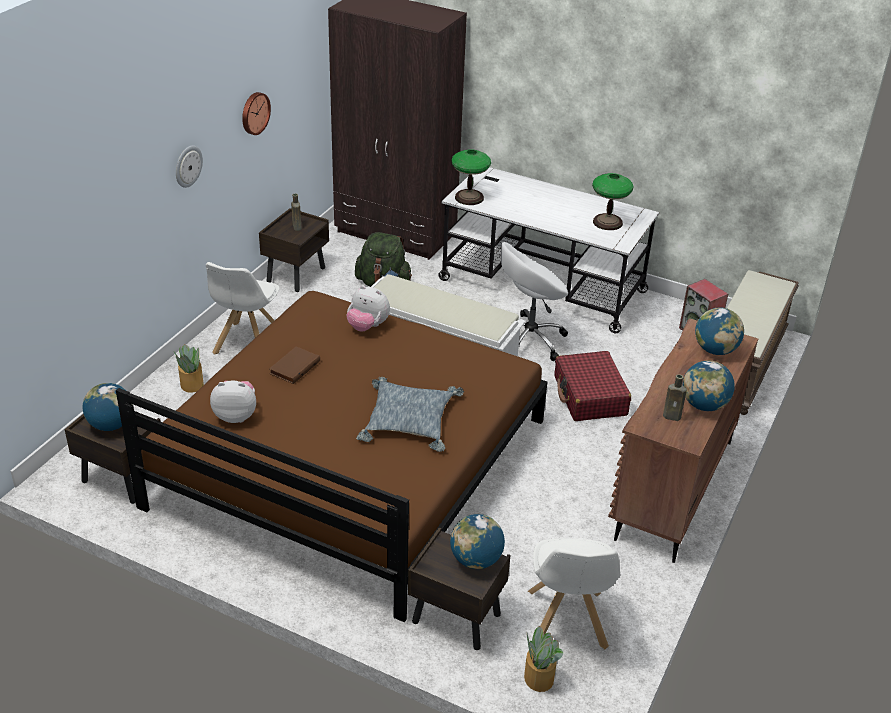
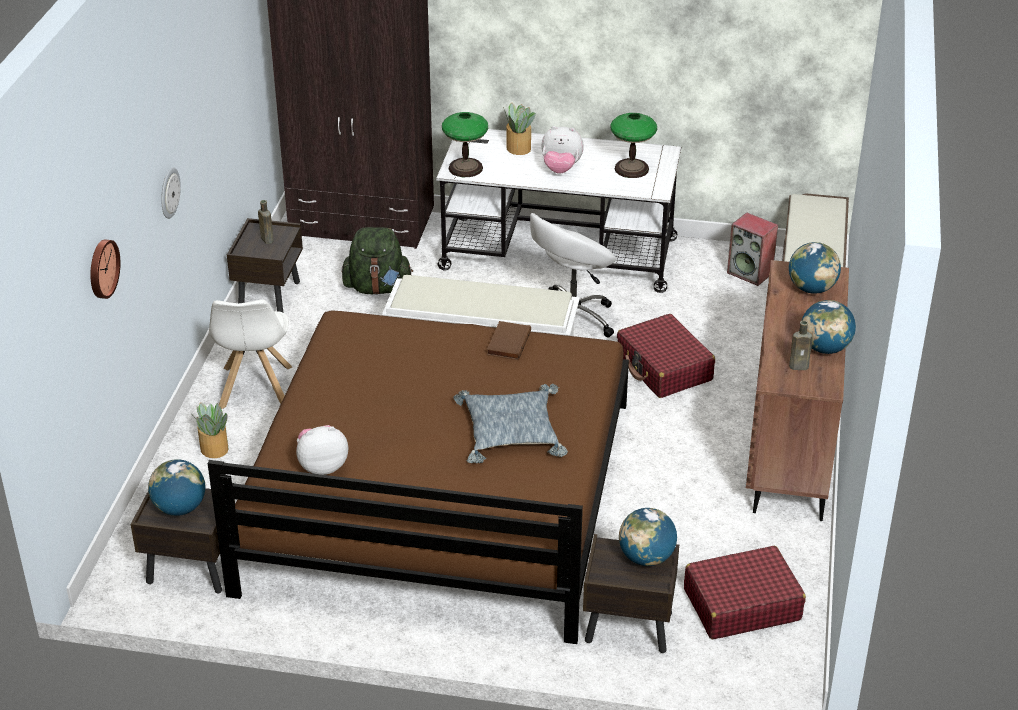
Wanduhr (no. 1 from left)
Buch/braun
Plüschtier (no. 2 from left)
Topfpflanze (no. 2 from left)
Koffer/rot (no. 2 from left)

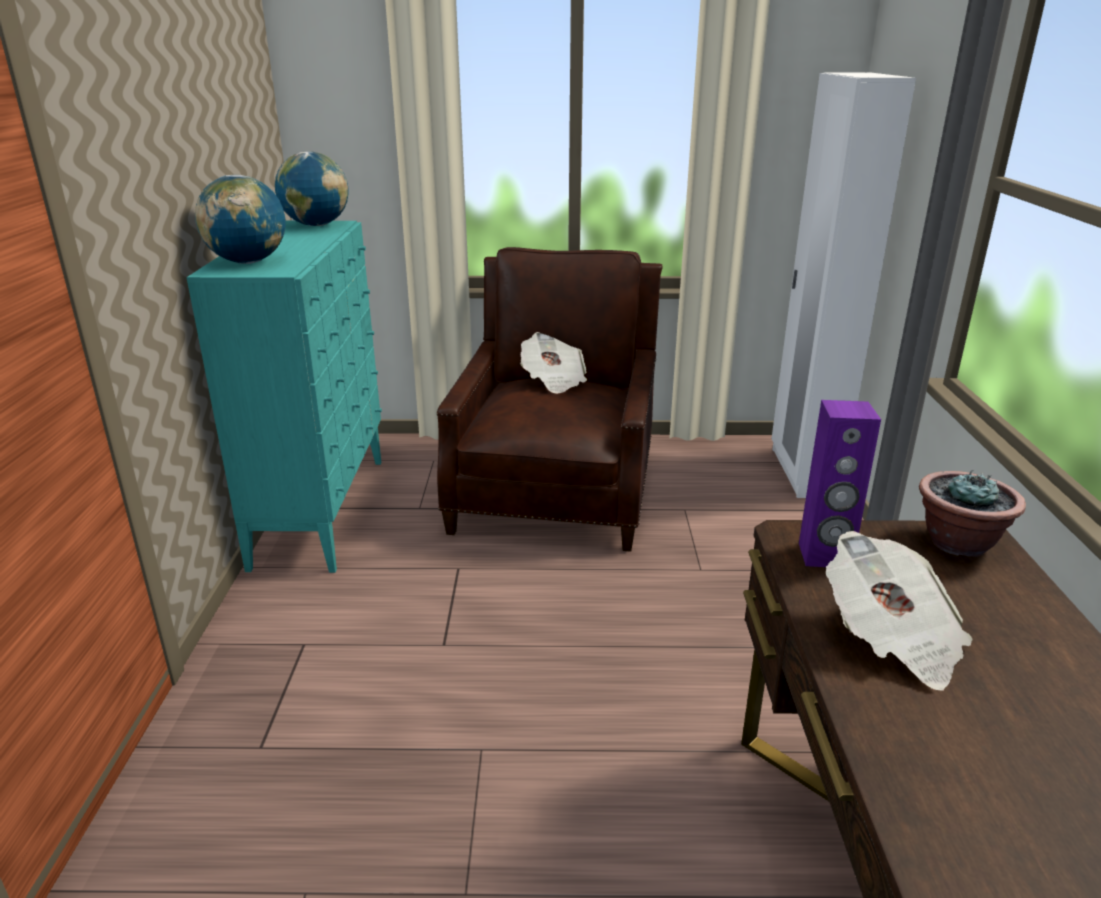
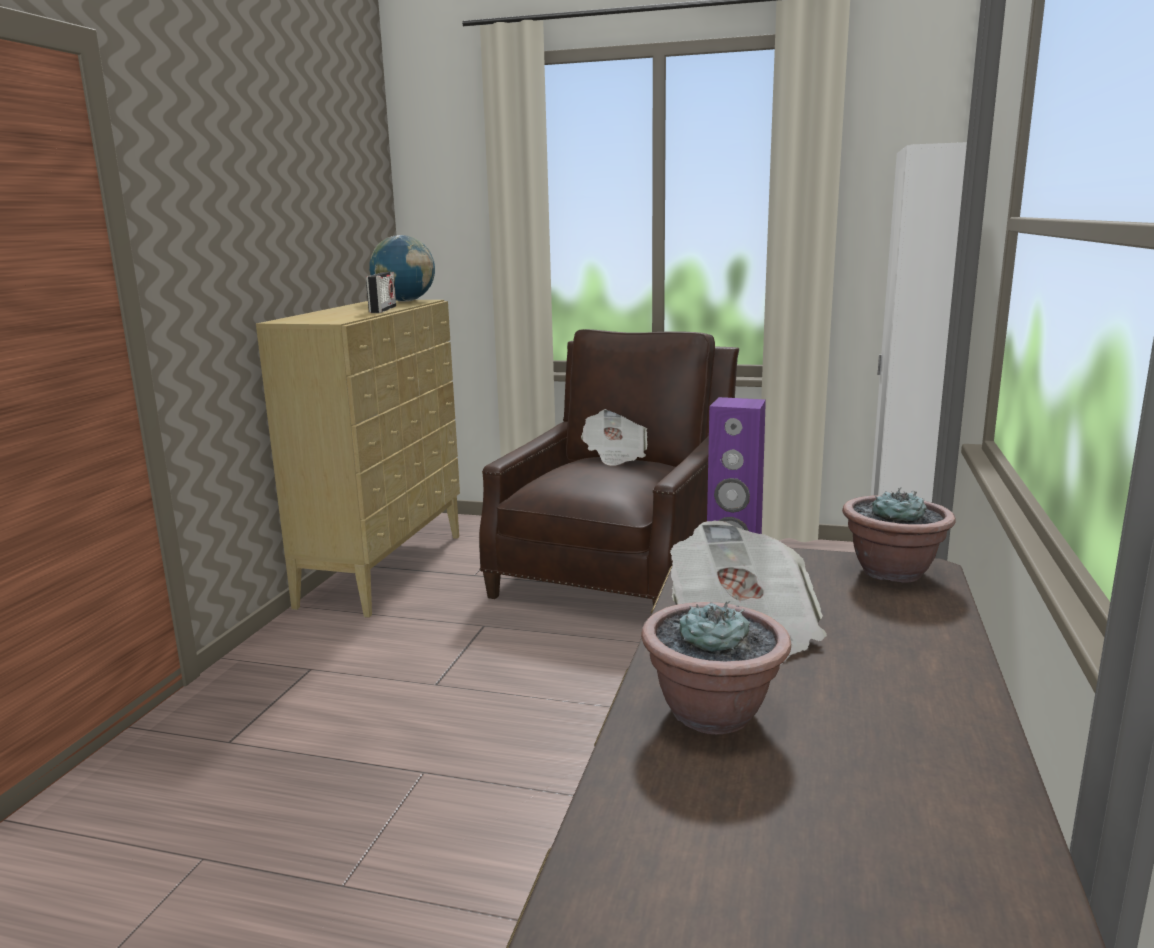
Globus (no. 1 from left in the first image)
Radio
Topfpflanze (no. 1 from left)
Kommode/beige

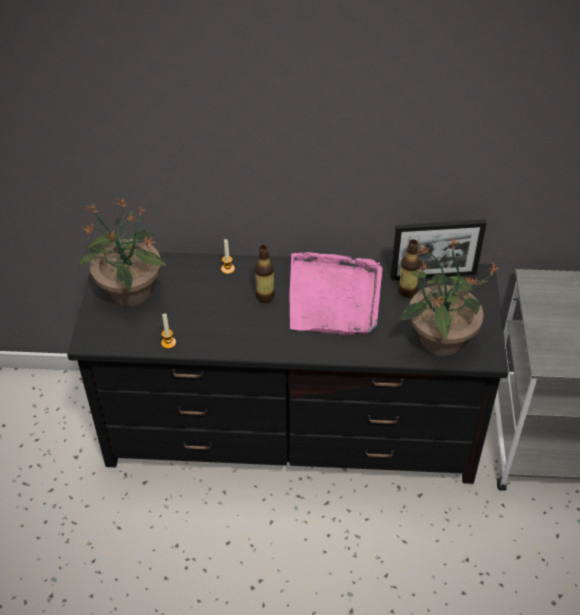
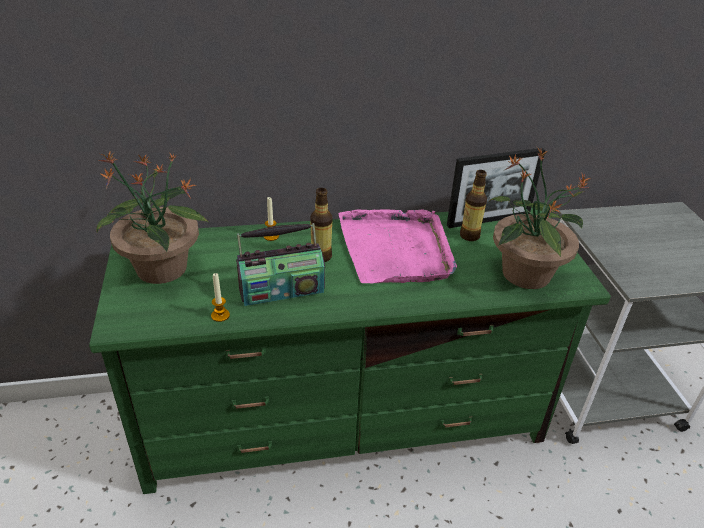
Radio
Kommode/grün

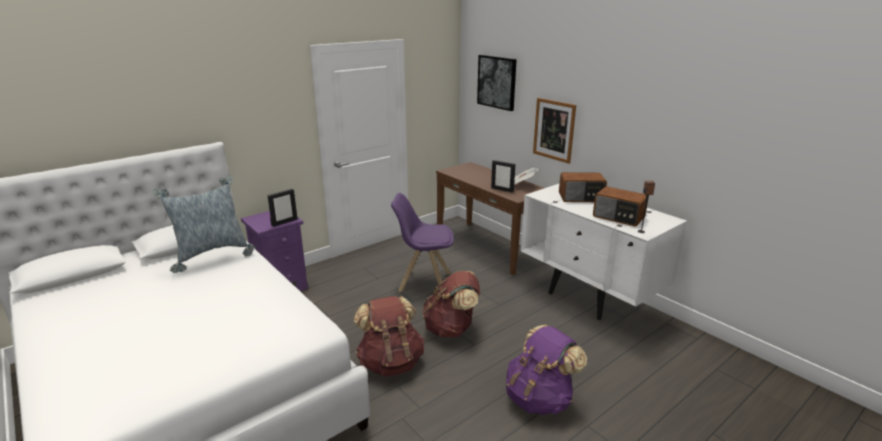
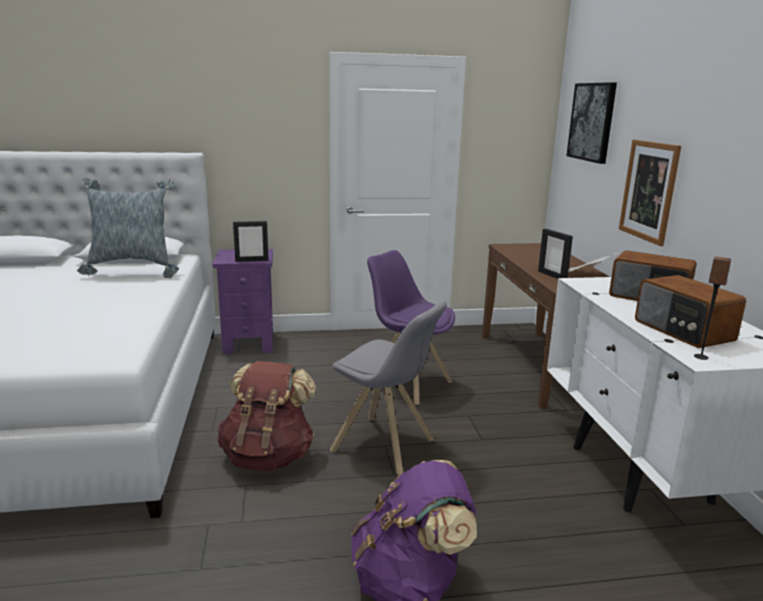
Stuhl/grau

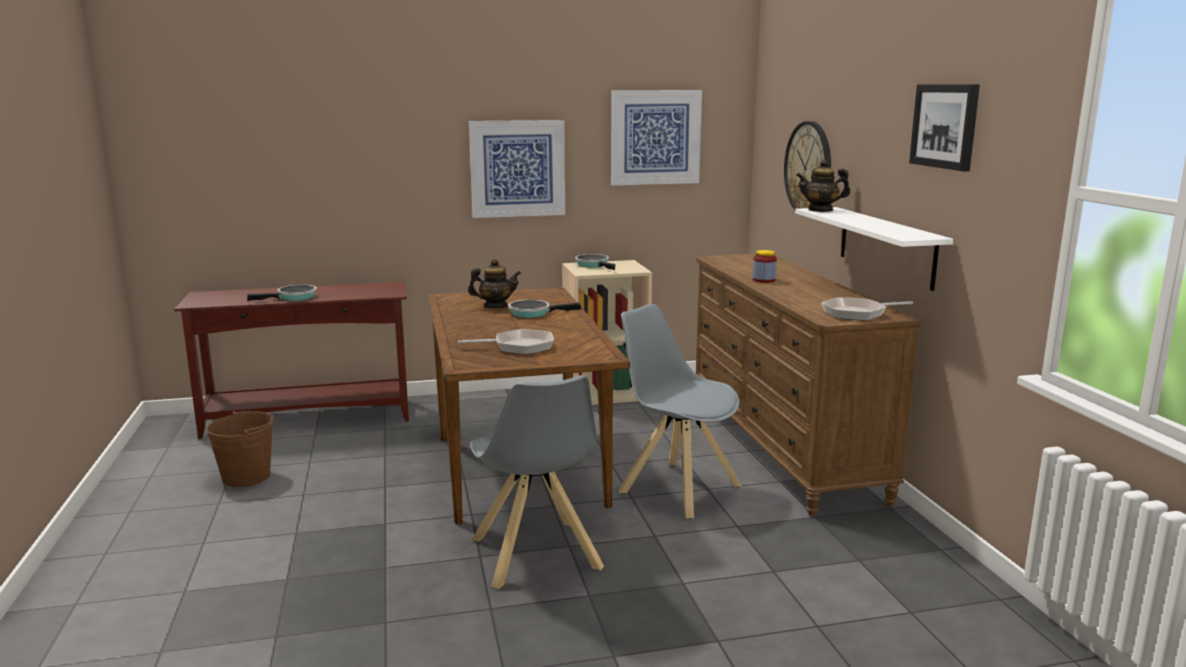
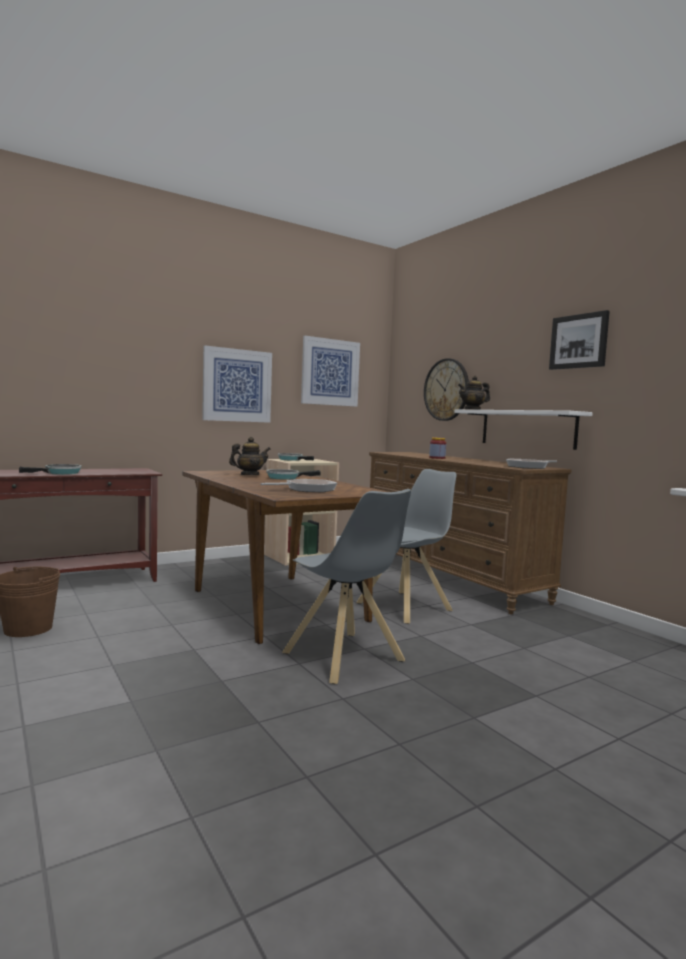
Stuhl/grau (no. 2 from left)

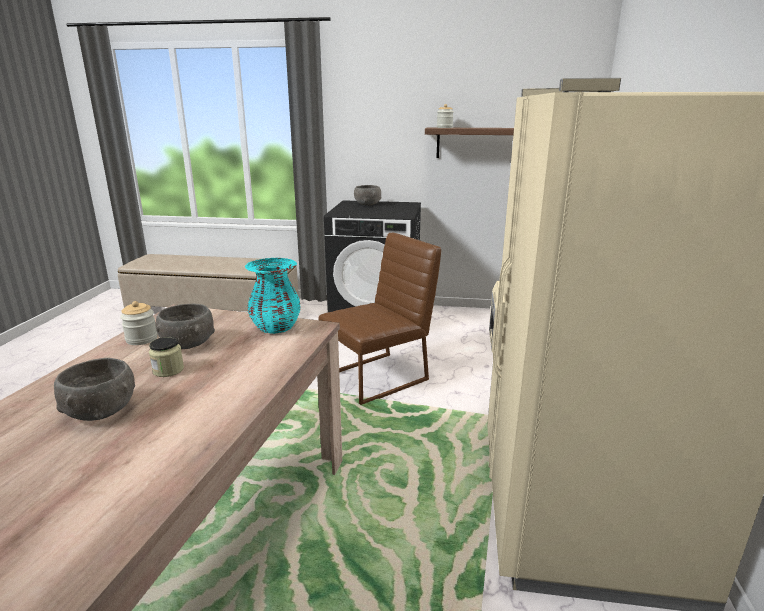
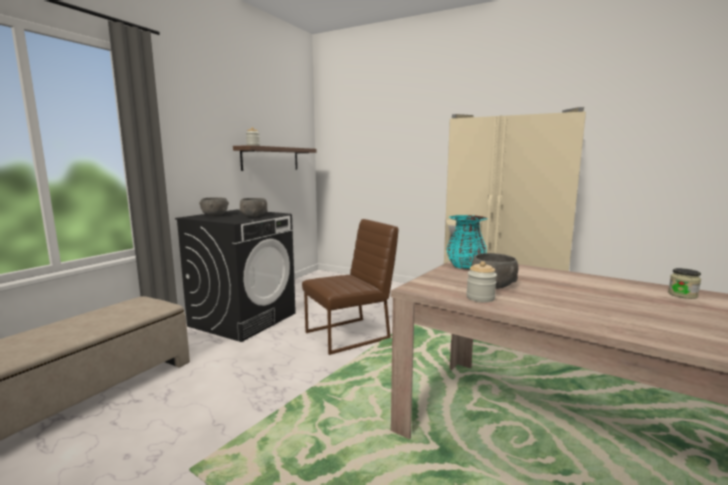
Schüssel/grau (no. 2 from left)
Vorratsglas (no. 3 from left)
Stuhl/braun

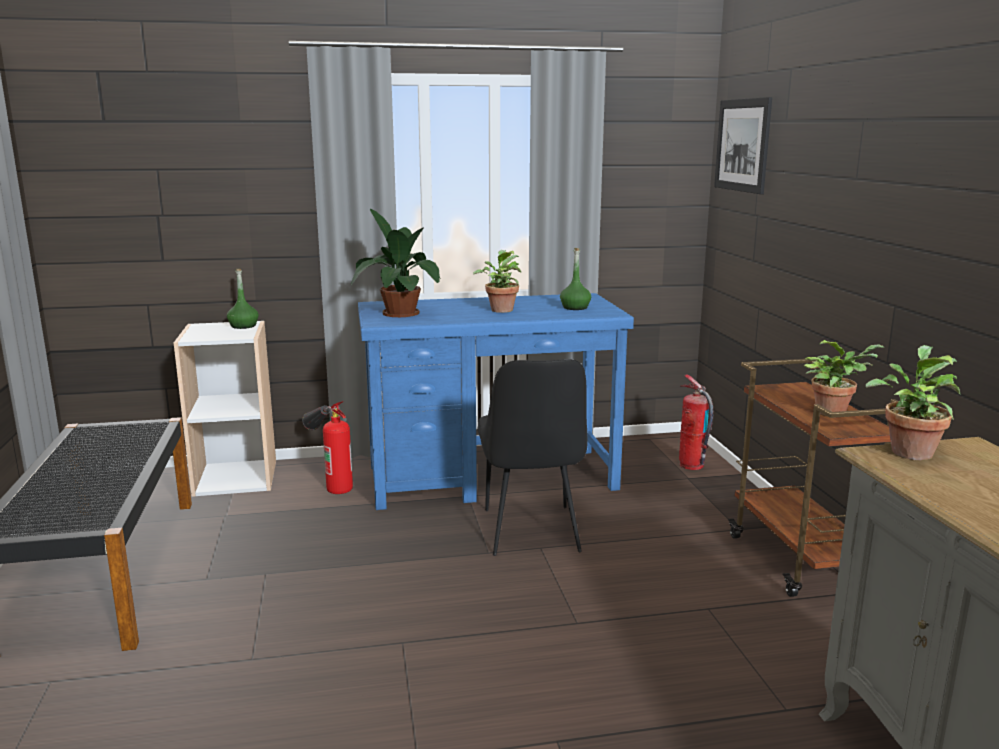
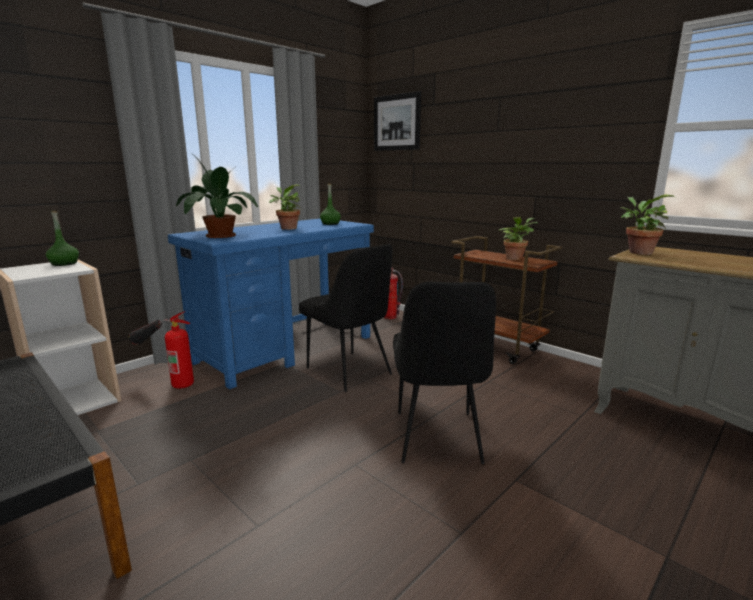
Stuhl/schwarz (no. 2 from left)

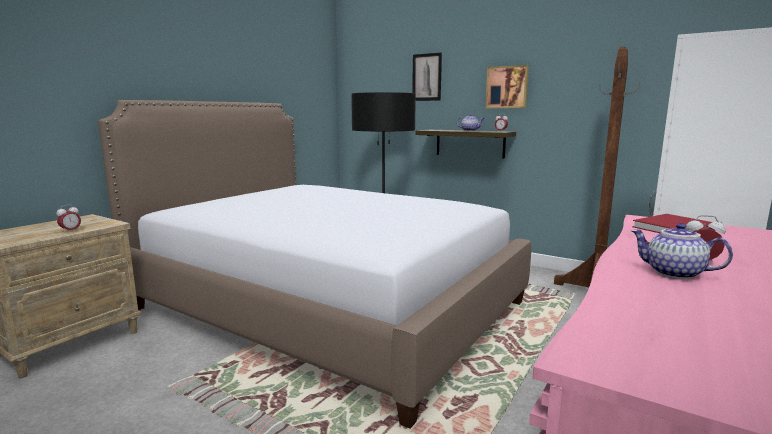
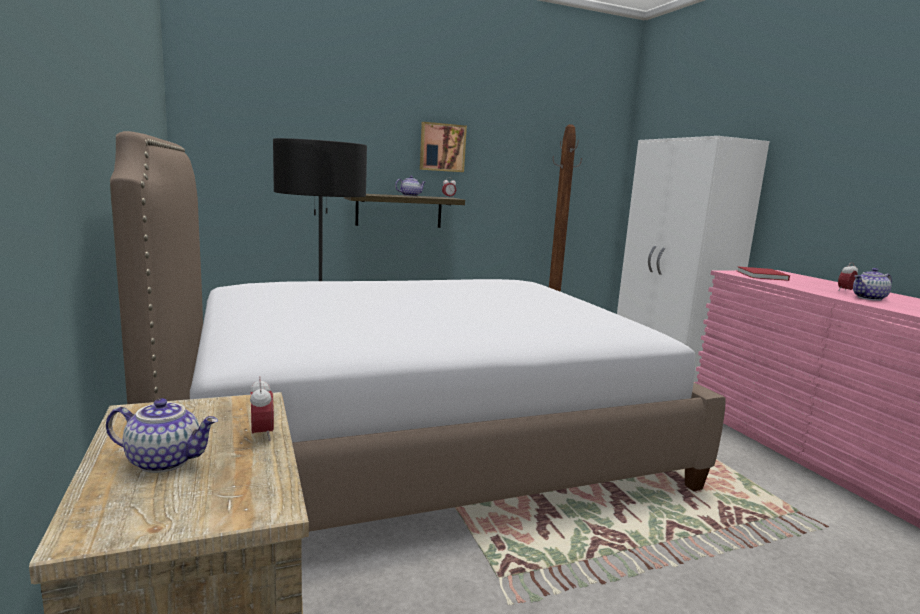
Bild (no. 1 from left in the first image)
Teekanne (no. 1 from left)

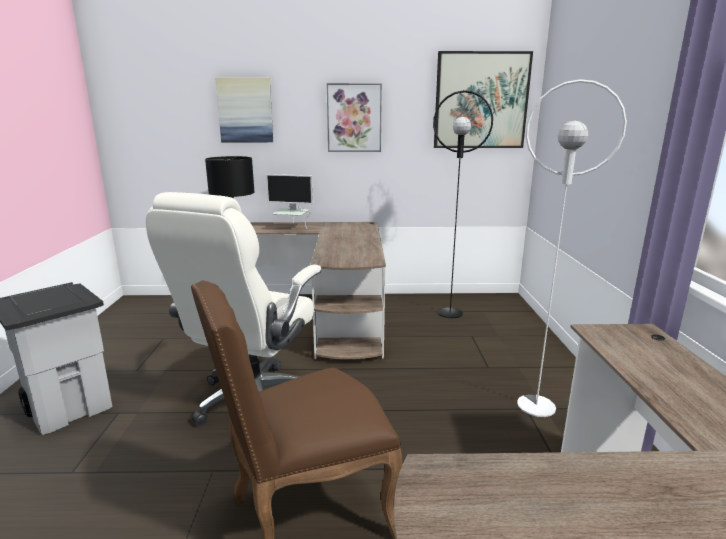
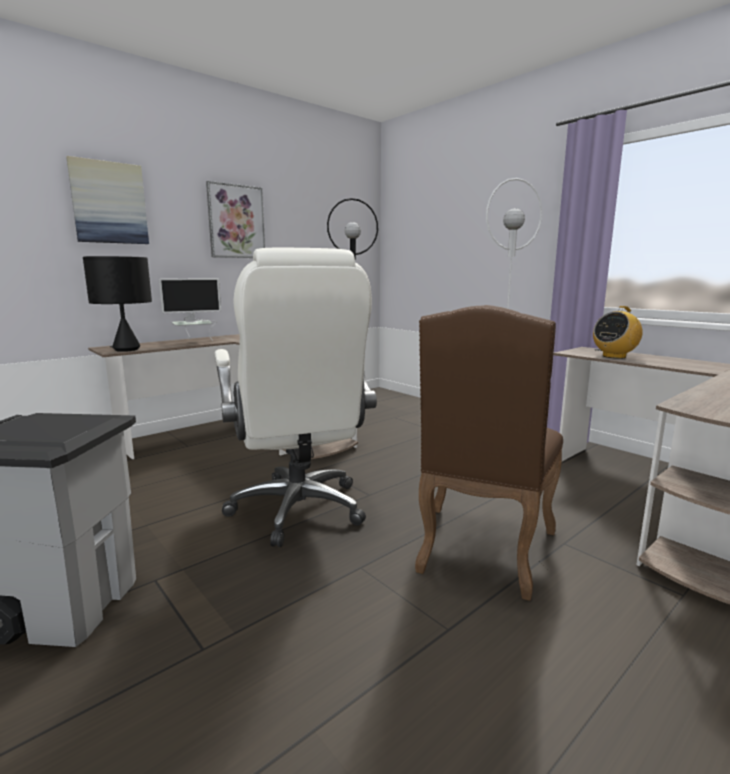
Bild (no. 3 from left in the first image)
Radio

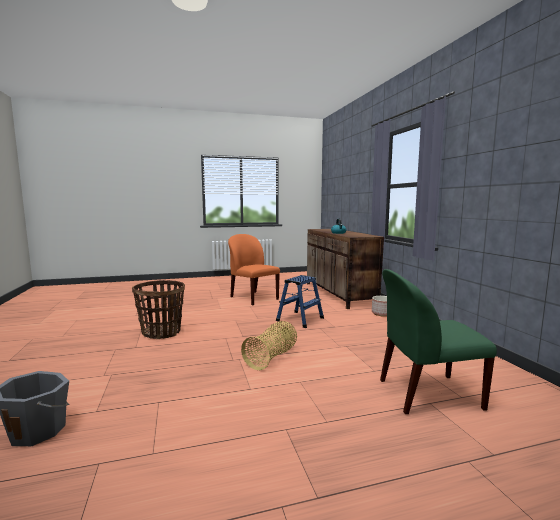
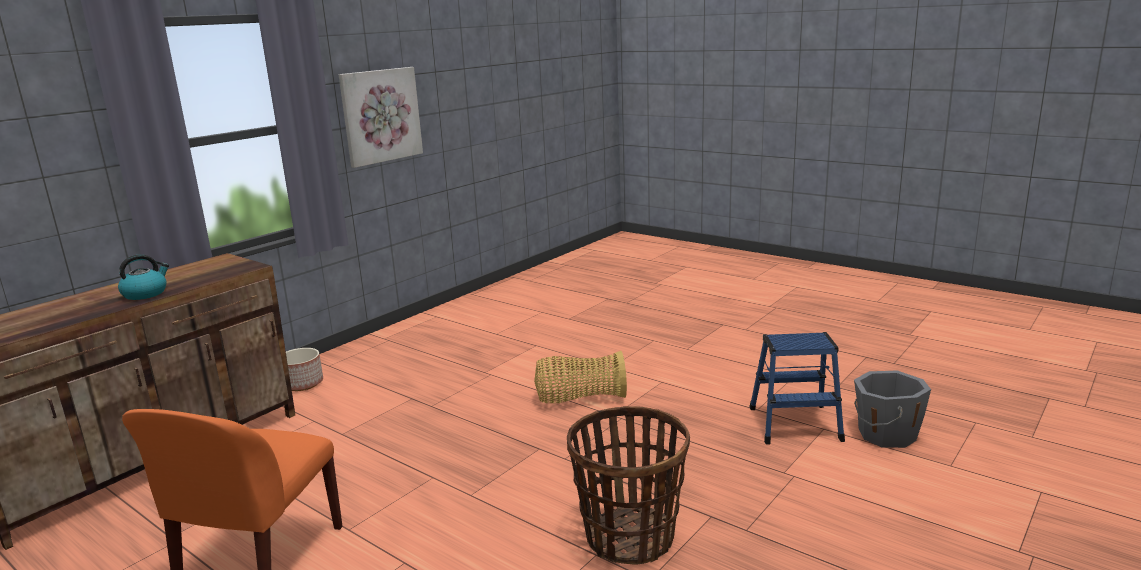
Stuhl/grün
Bild
Trittleiter/blau

